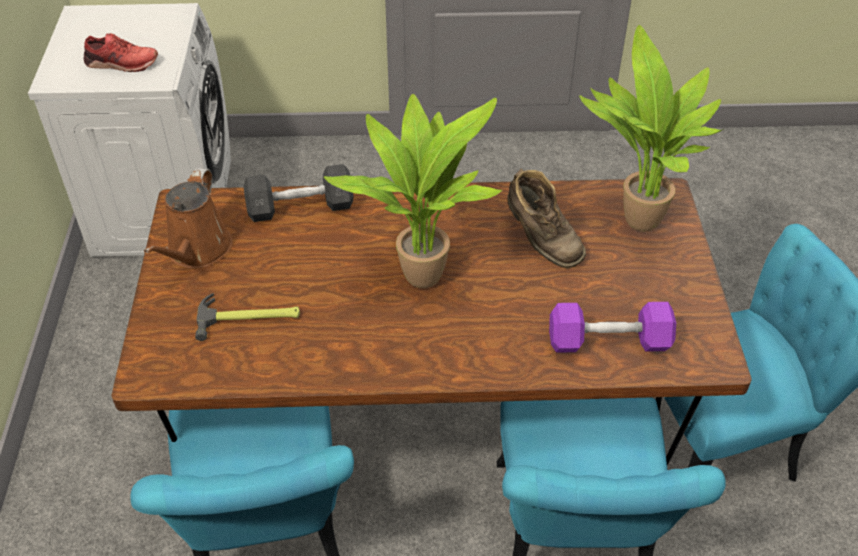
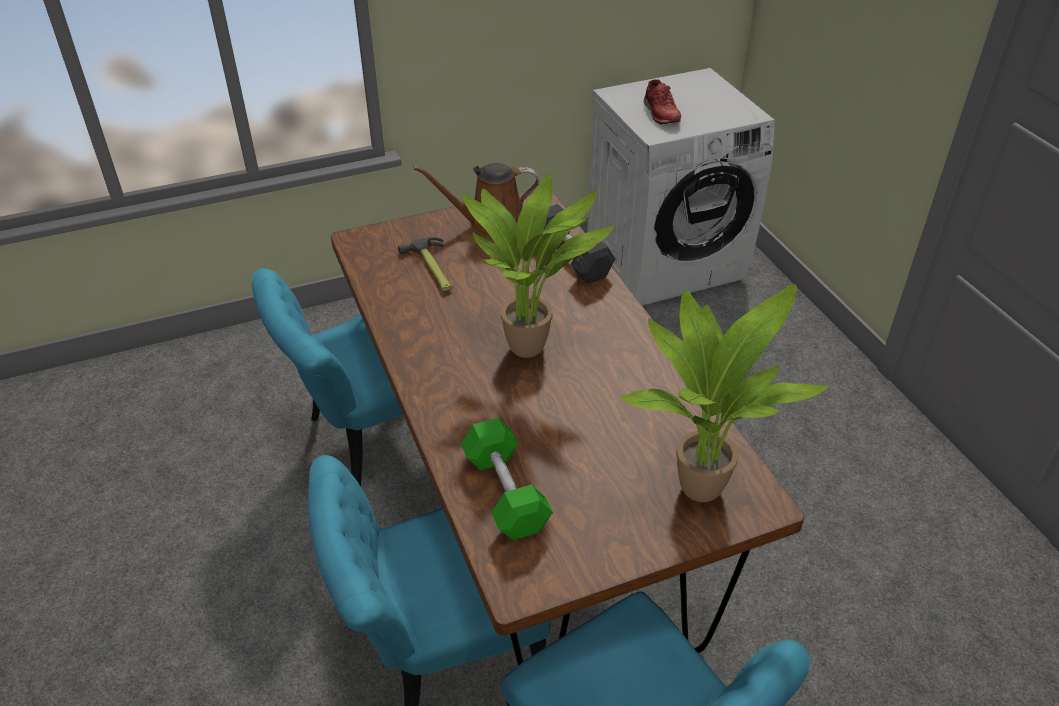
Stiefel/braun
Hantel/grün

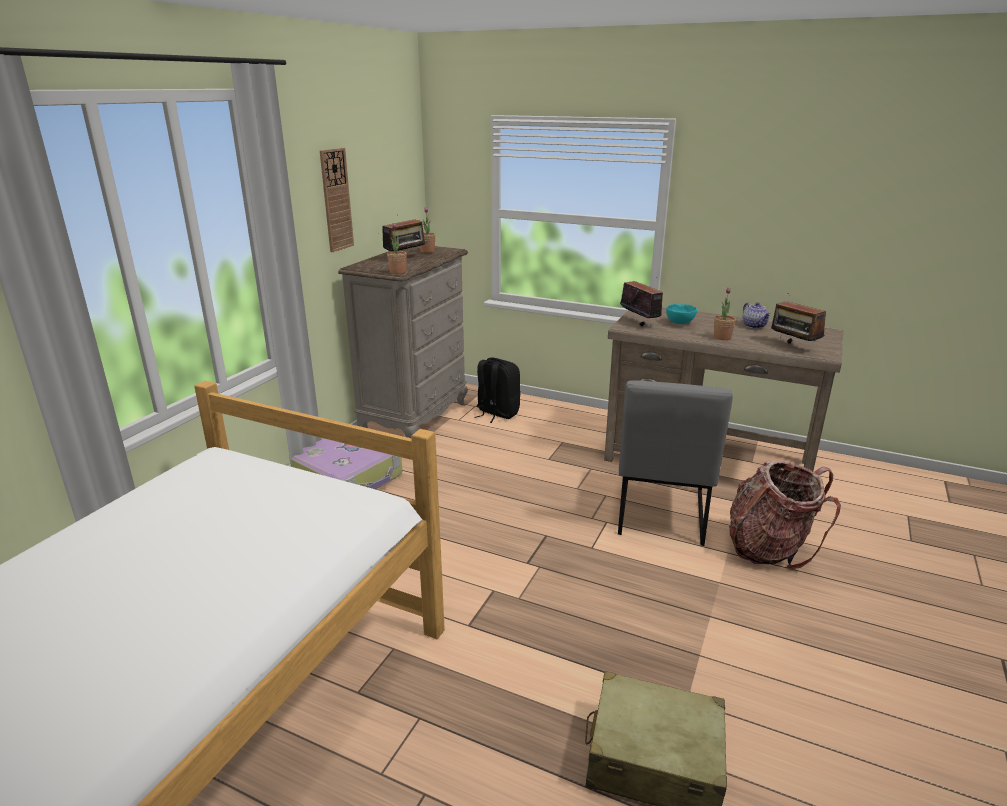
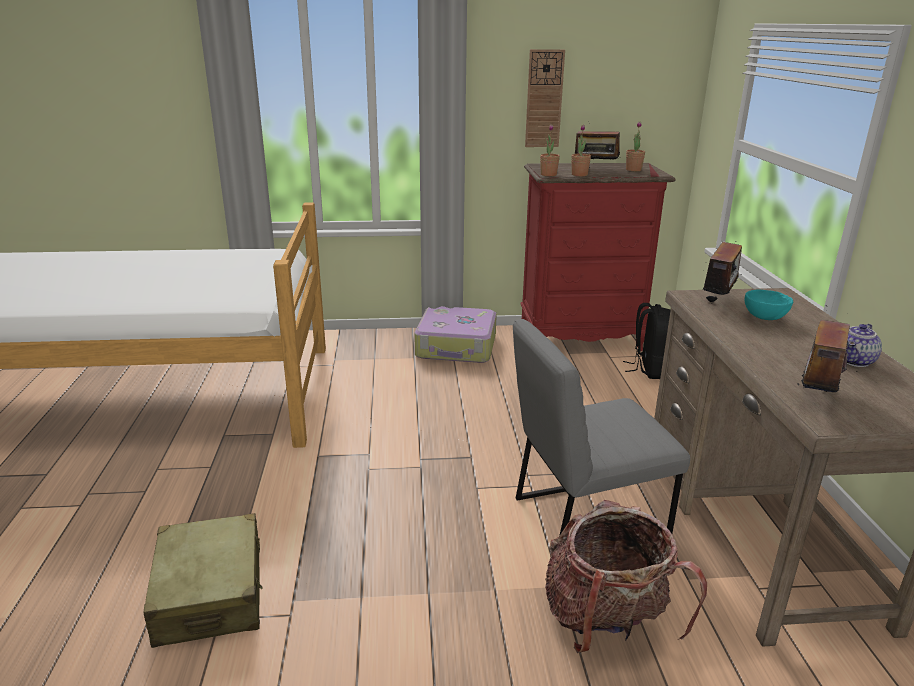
Topfpflanze (no. 2 from left)
Kommode/rot

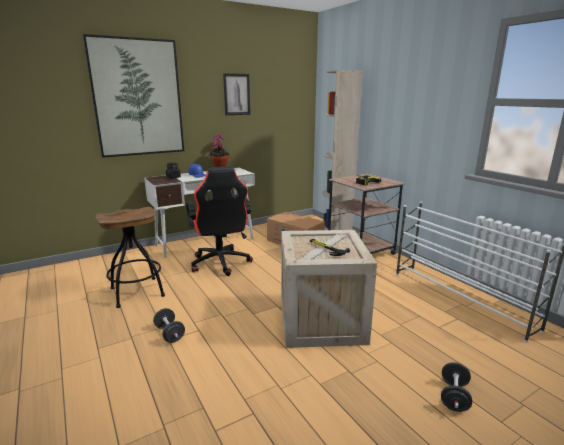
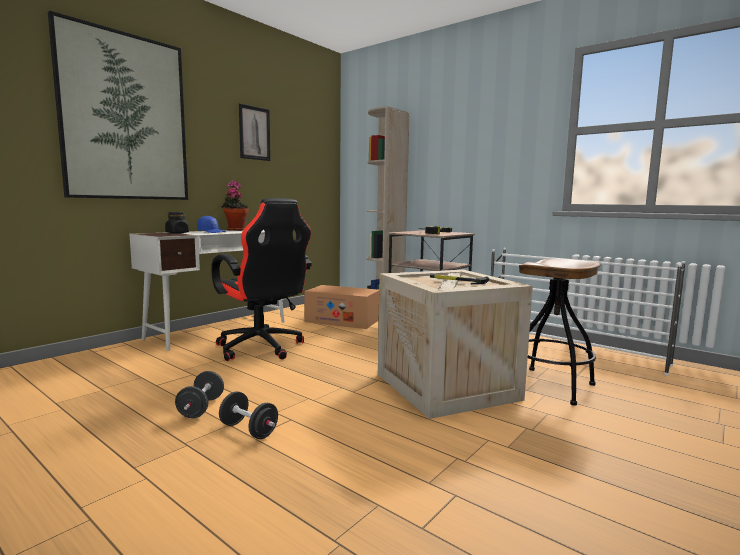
Hocker/braun
Hantel/schwarz (no. 1 from left)

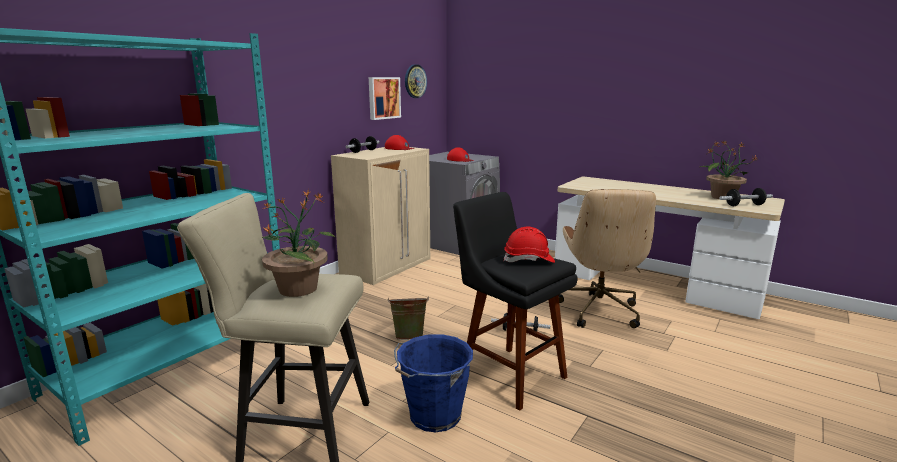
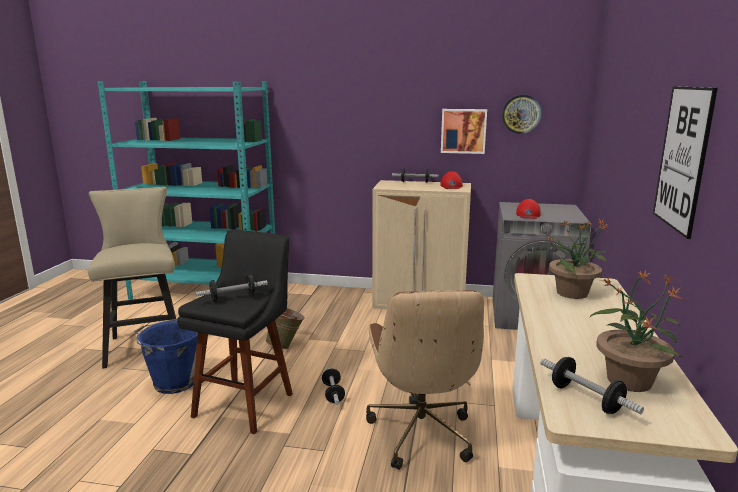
Bild (no. 2 from left)
Topfpflanze (no. 1 from left)
Hantel (no. 1 from left)
Bürostuhl/braun

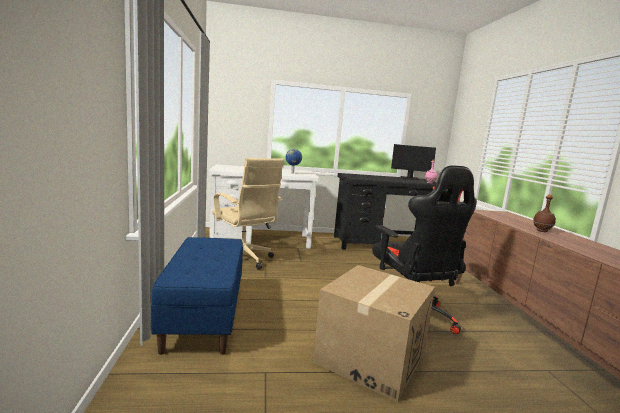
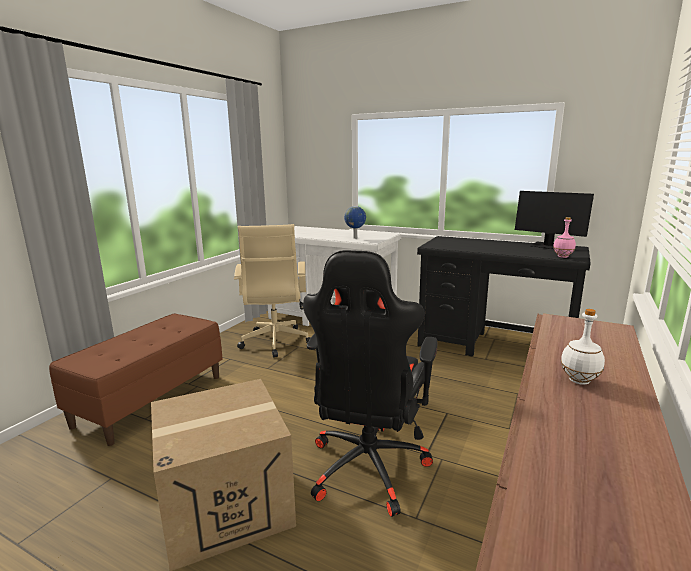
Bank/braun
Flasche/weiß

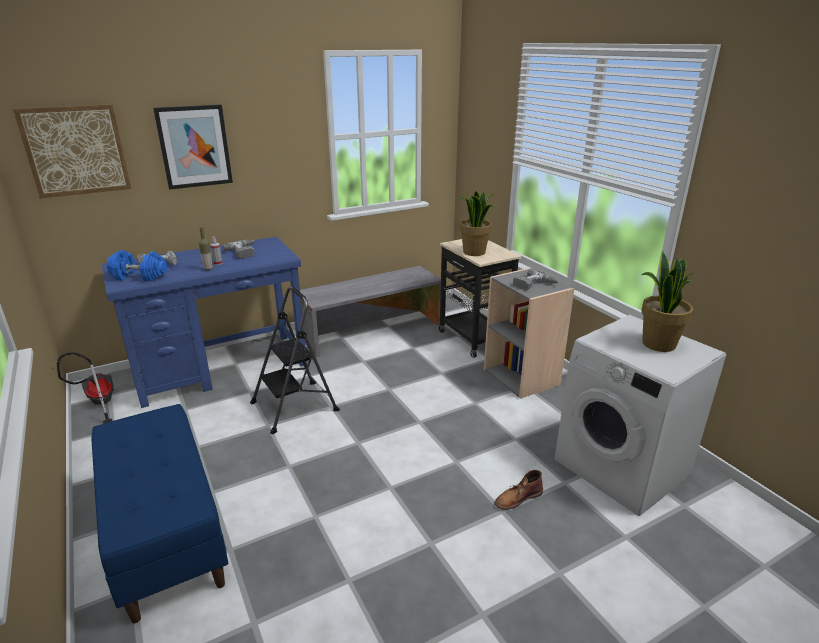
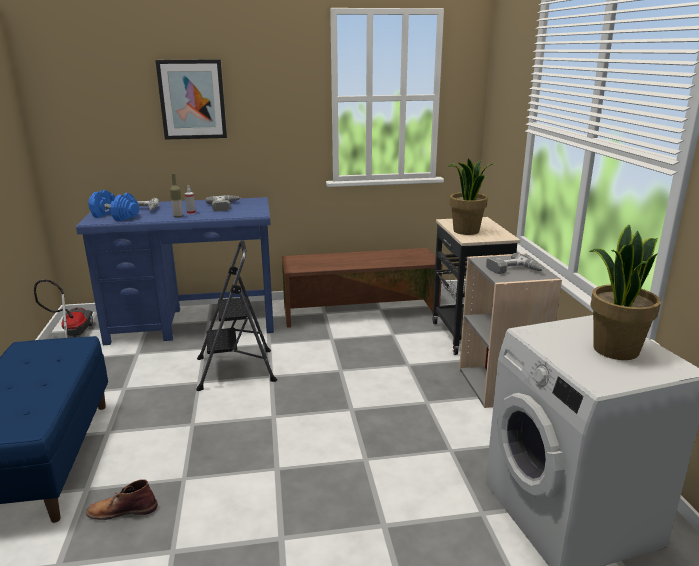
Bild (no. 1 from left in the first image)
Stiefel/braun
Bank/braun

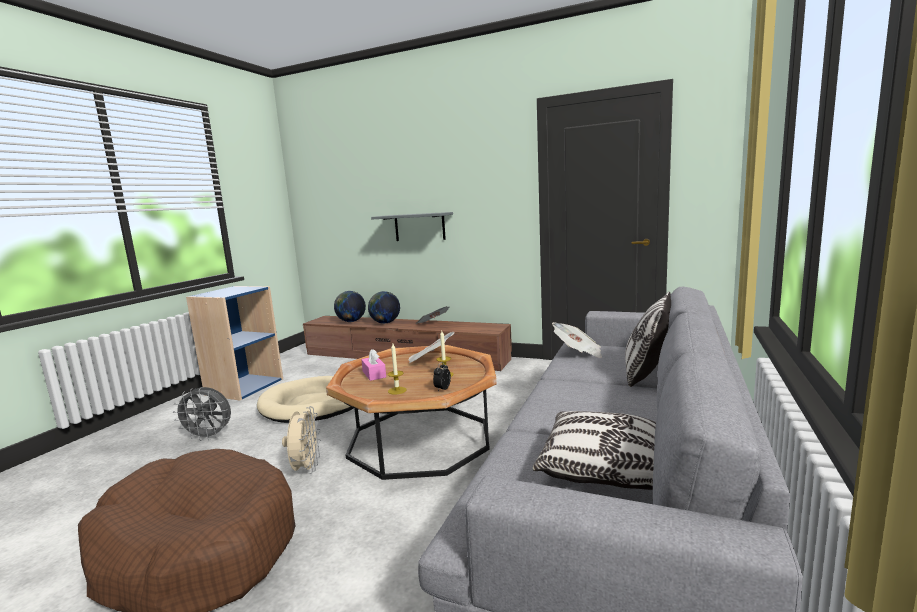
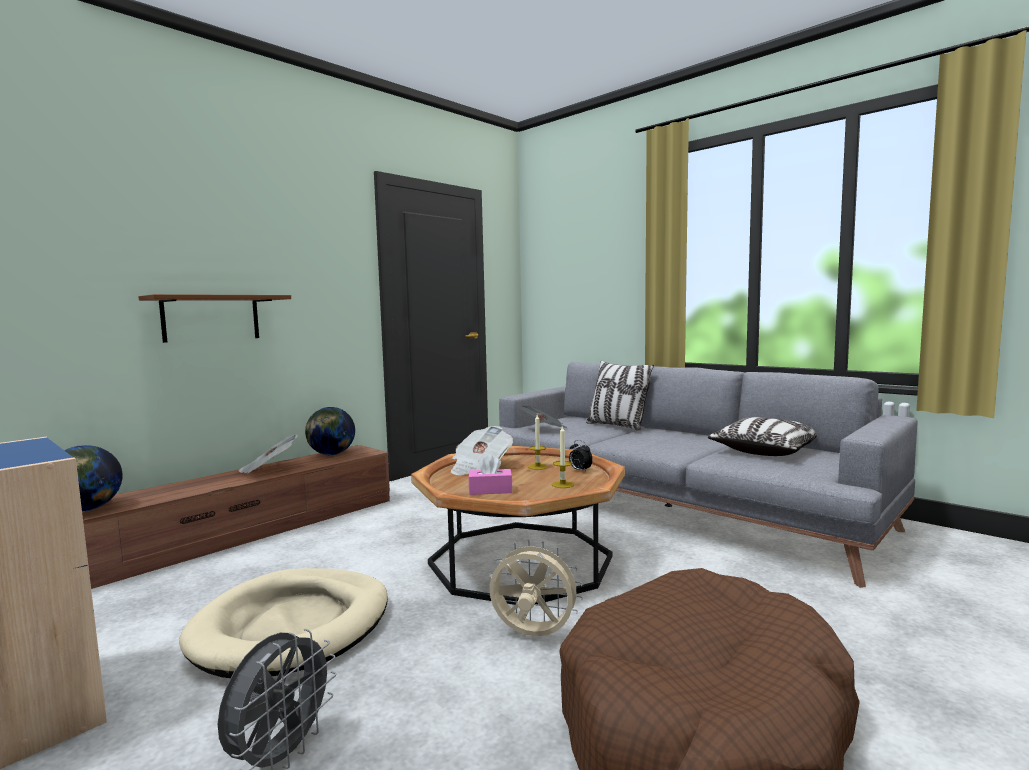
Globus (no. 2 from left)
Wandregal/braun

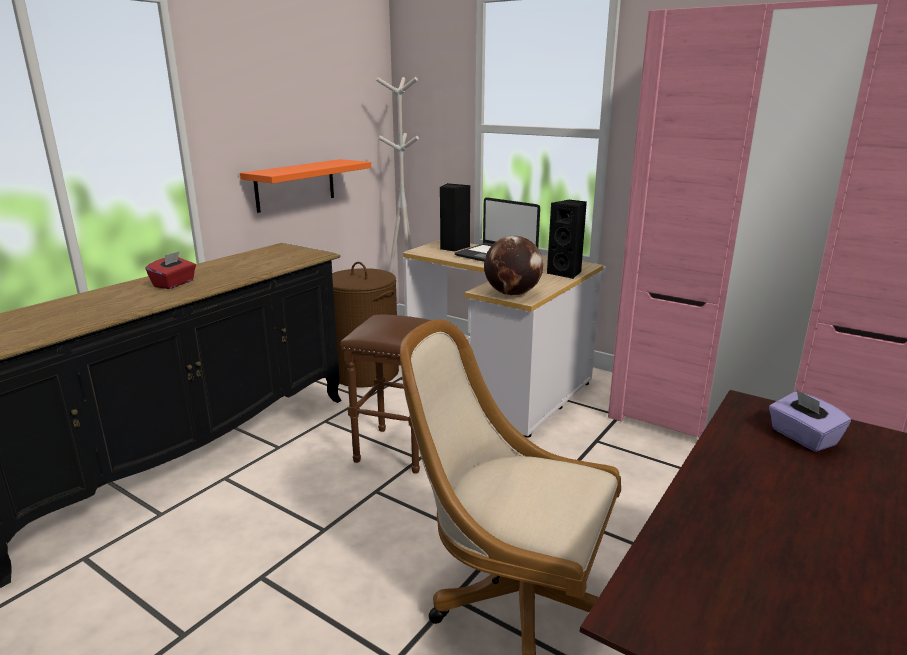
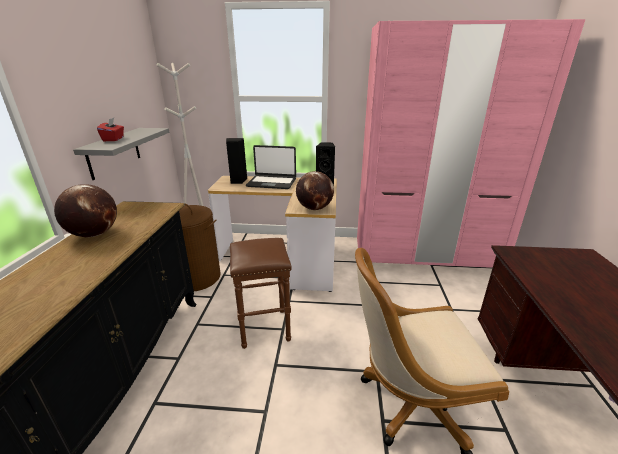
Taschentuchbox/lila
Globus (no. 1 from left)
Taschentuchbox/rot
Wandregal/grau

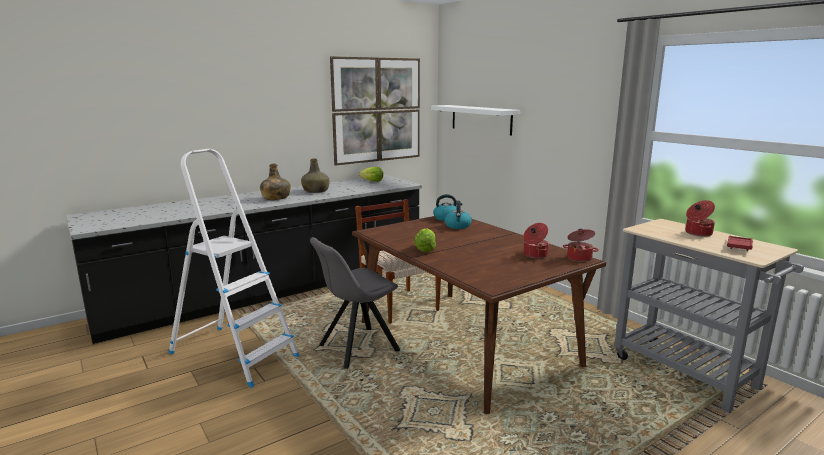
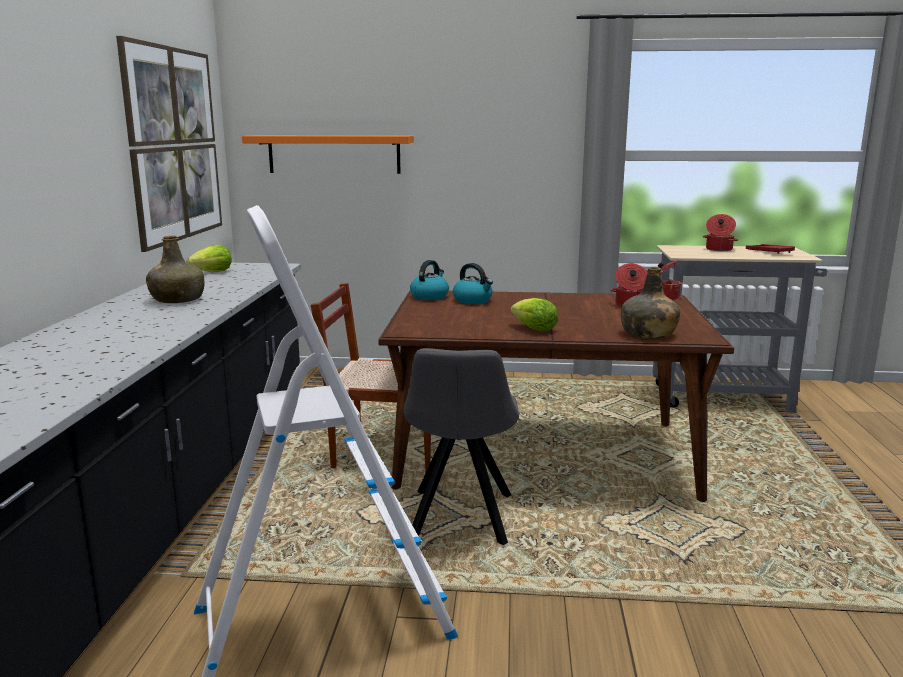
Flasche/grün (no. 2 from left)
Wandregal/orange

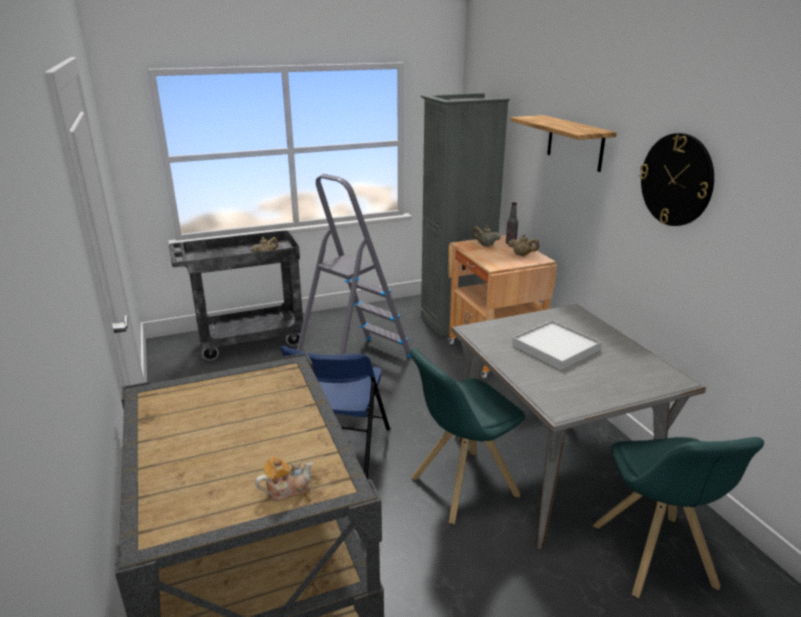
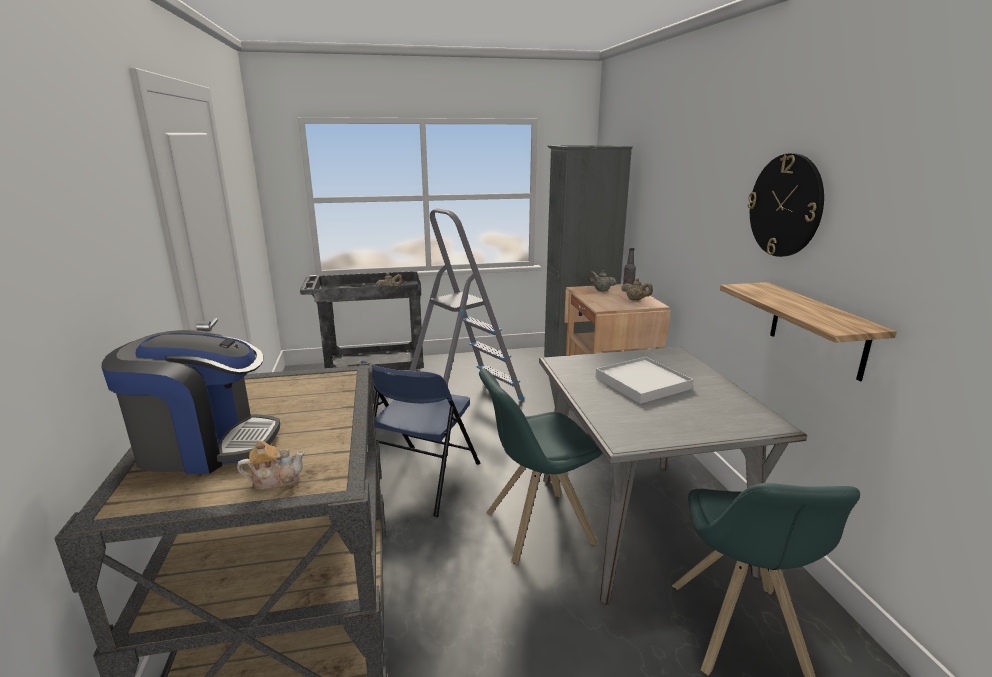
Kaffeemaschine
Wandregal

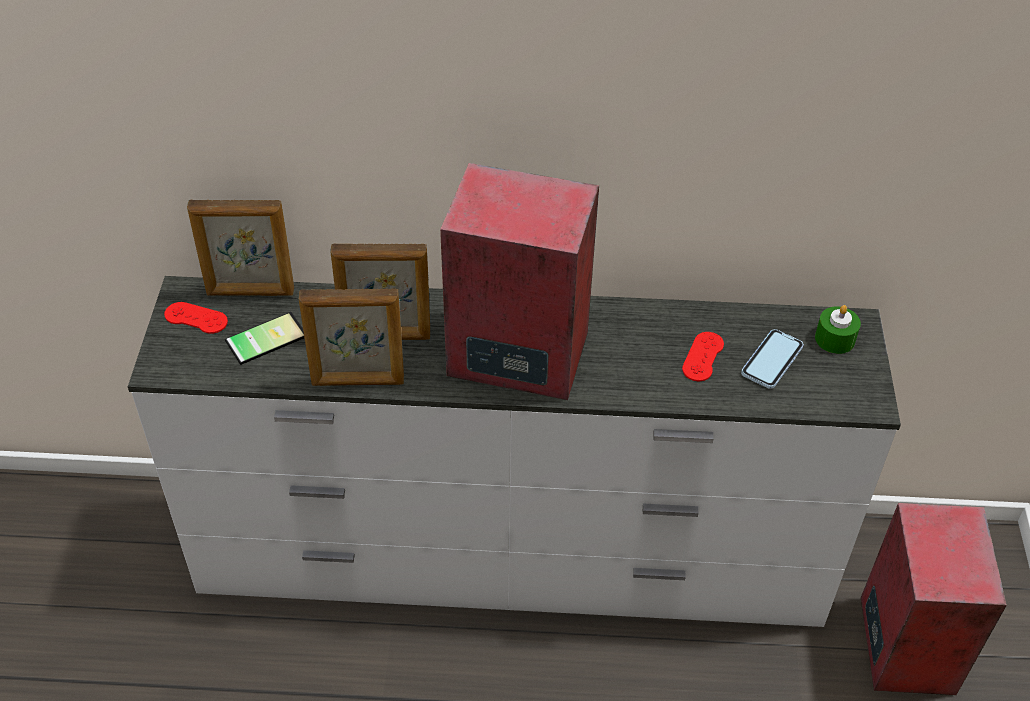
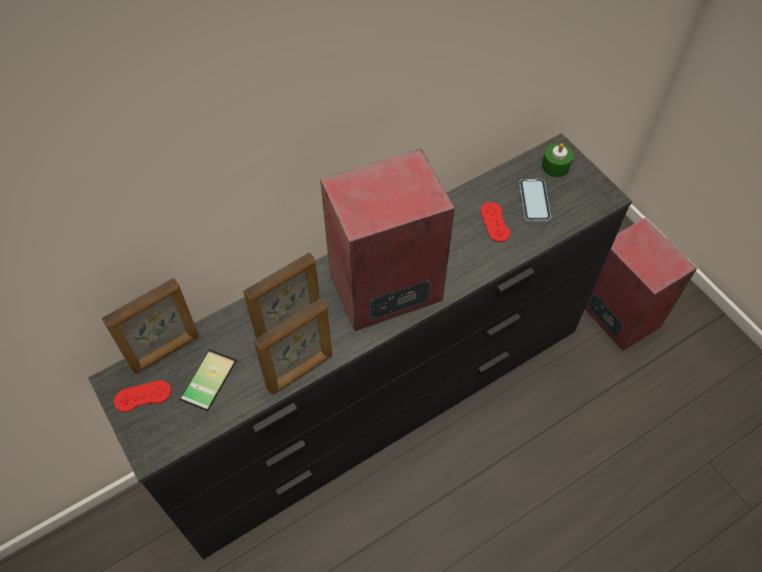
Kommode/schwarz

